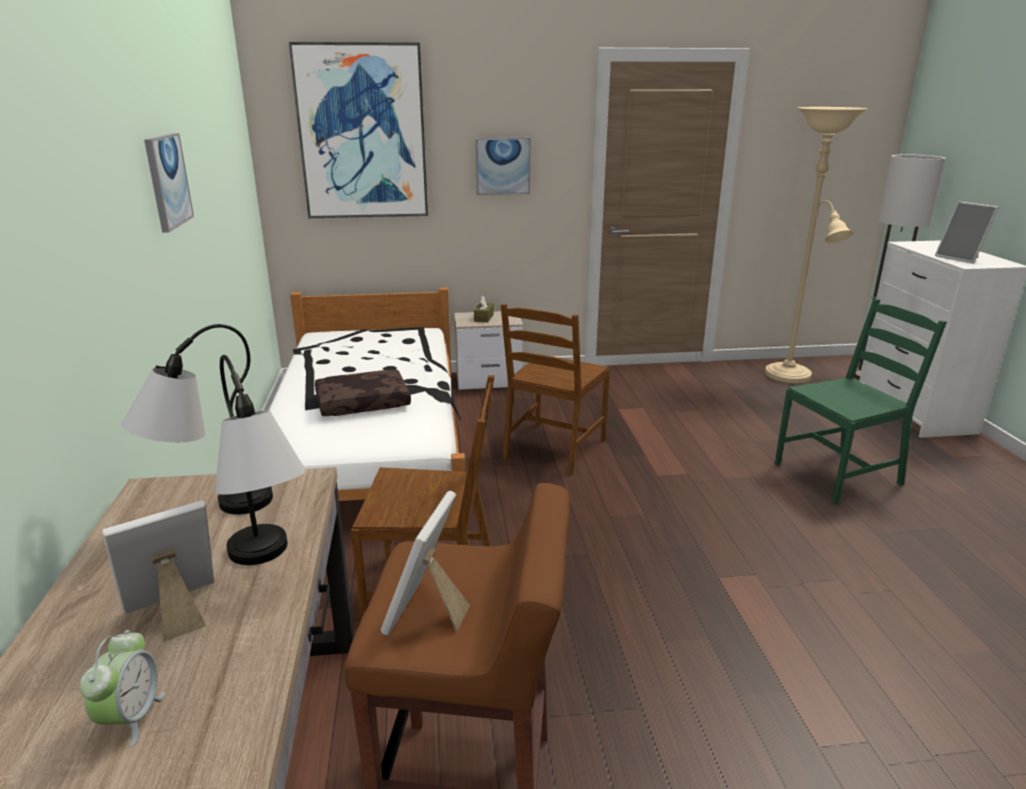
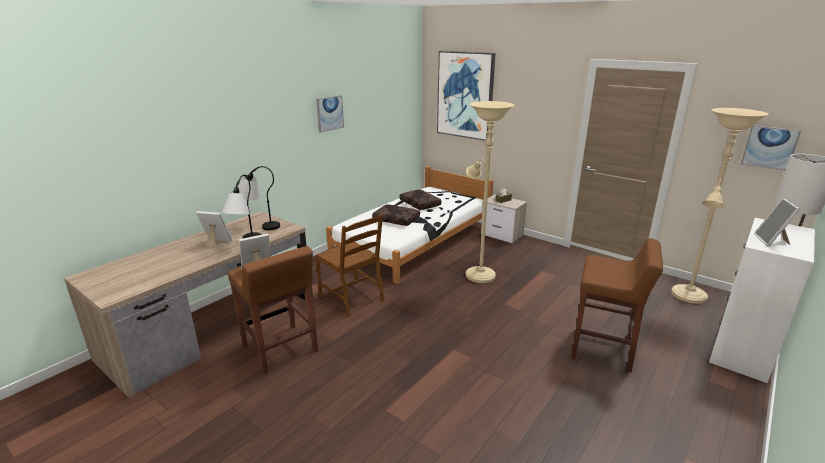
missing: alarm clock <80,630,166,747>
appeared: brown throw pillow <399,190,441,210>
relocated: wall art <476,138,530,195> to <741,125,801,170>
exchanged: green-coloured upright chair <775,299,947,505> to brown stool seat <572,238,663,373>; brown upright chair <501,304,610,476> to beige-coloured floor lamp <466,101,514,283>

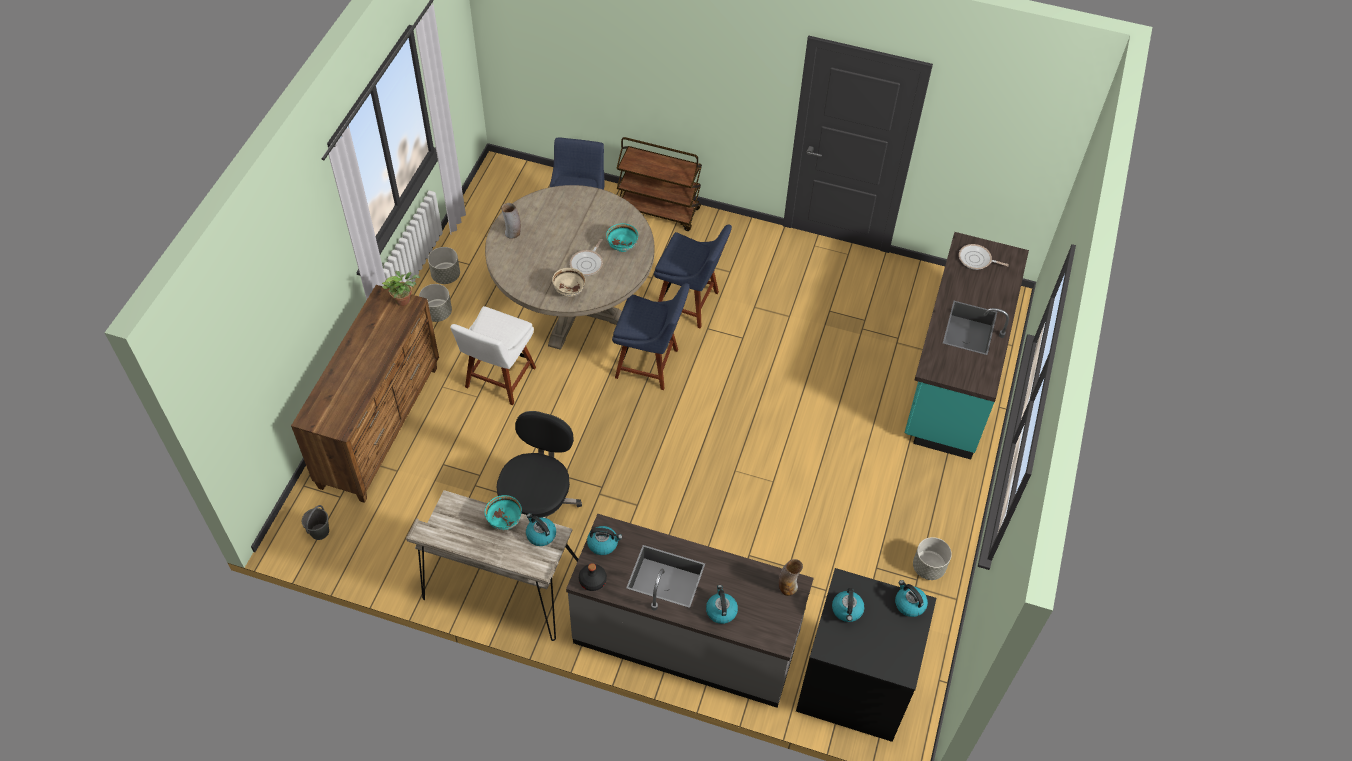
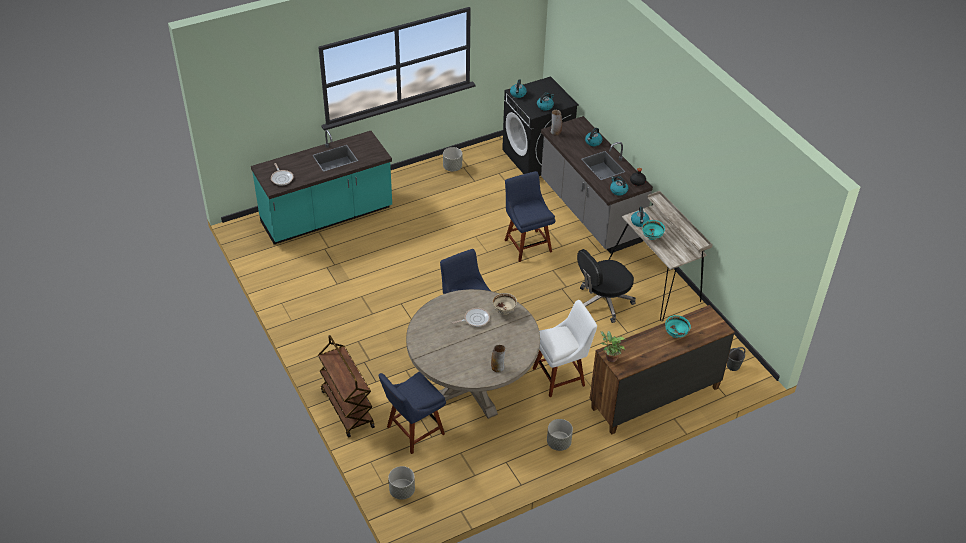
relocated: turquoise deep dish <606,223,638,252> to <665,315,691,338>; blue upright chair <654,224,732,328> to <505,171,555,262>; greyish flower pot <428,247,460,284> to <388,466,415,500>

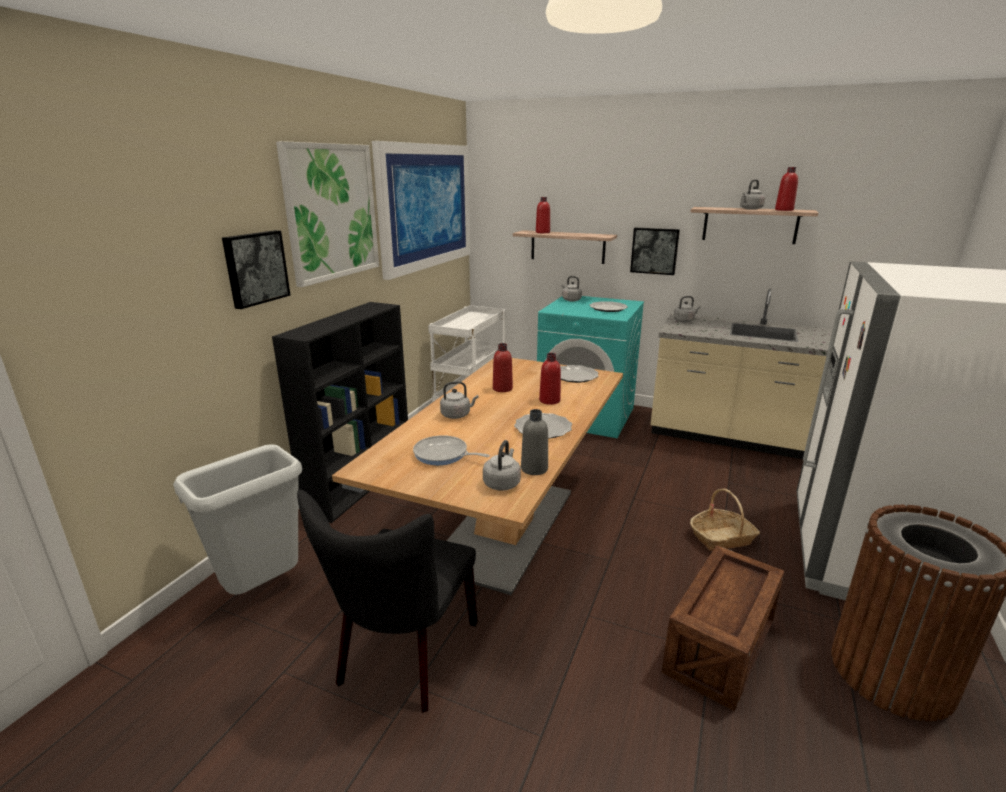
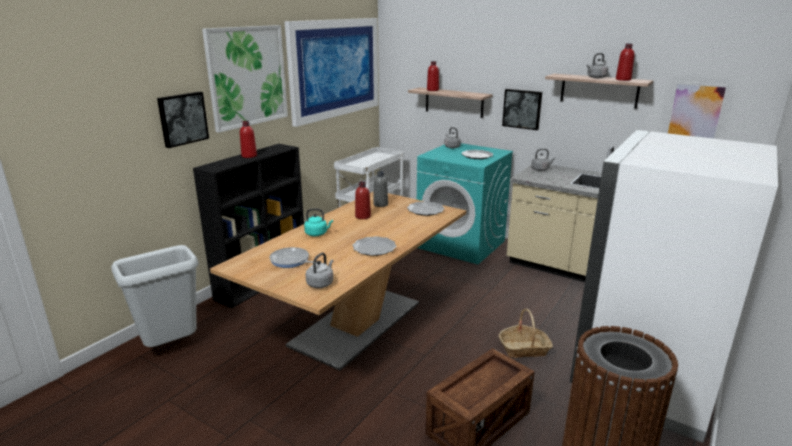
missing: blackish upright chair <297,490,478,713>
appeared: wall art <665,81,730,139>
relocated: reddish beverage bottle <539,353,561,405> to <240,121,257,158>; greyish beverage bottle <521,409,548,475> to <373,171,388,207>
colour: greyish tea kettle <440,381,479,419> to turquoise tea kettle <304,209,333,236>

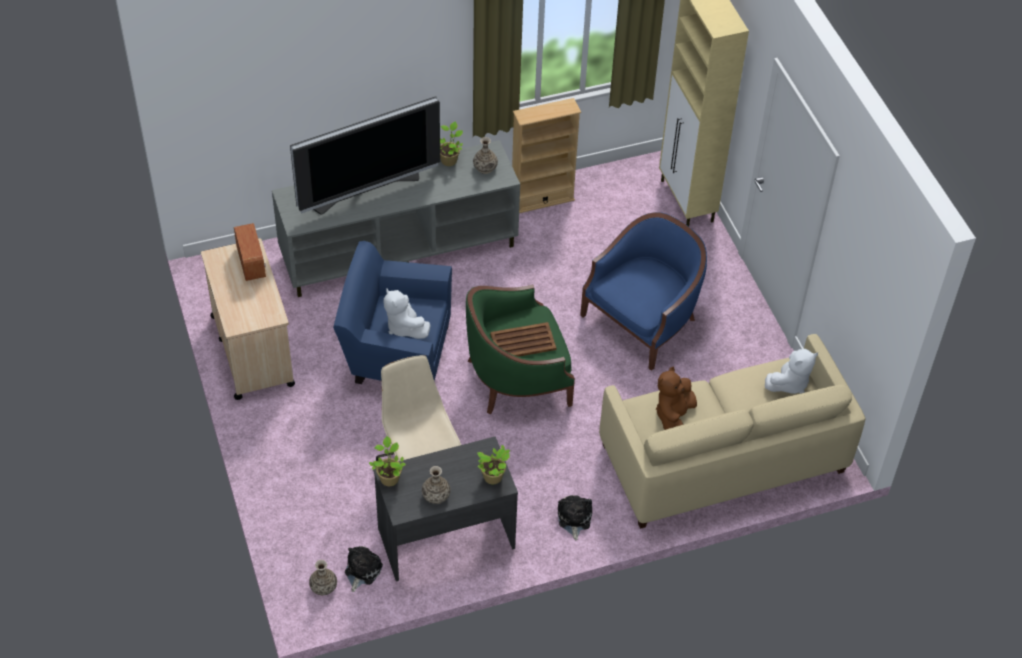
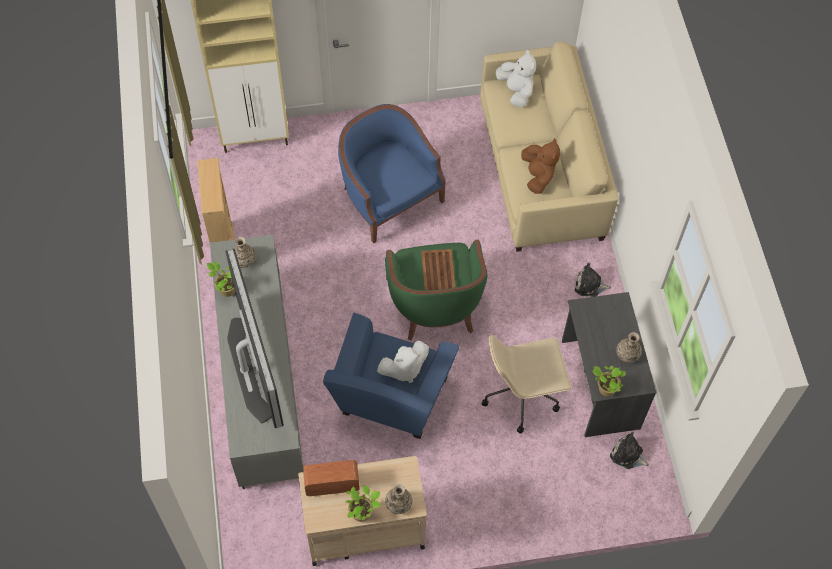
relocated: houseplant <477,445,510,484> to <345,485,381,522>; vase <309,560,337,595> to <385,484,412,514>
spun: brown cuddly toy <656,367,697,430> = <521,138,560,194> 135 degrees counterclockwise

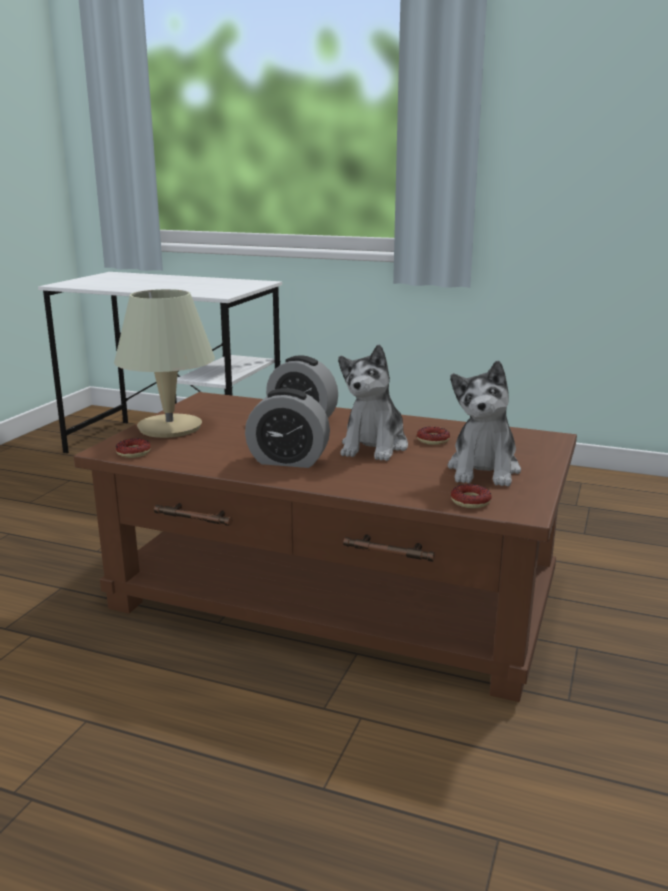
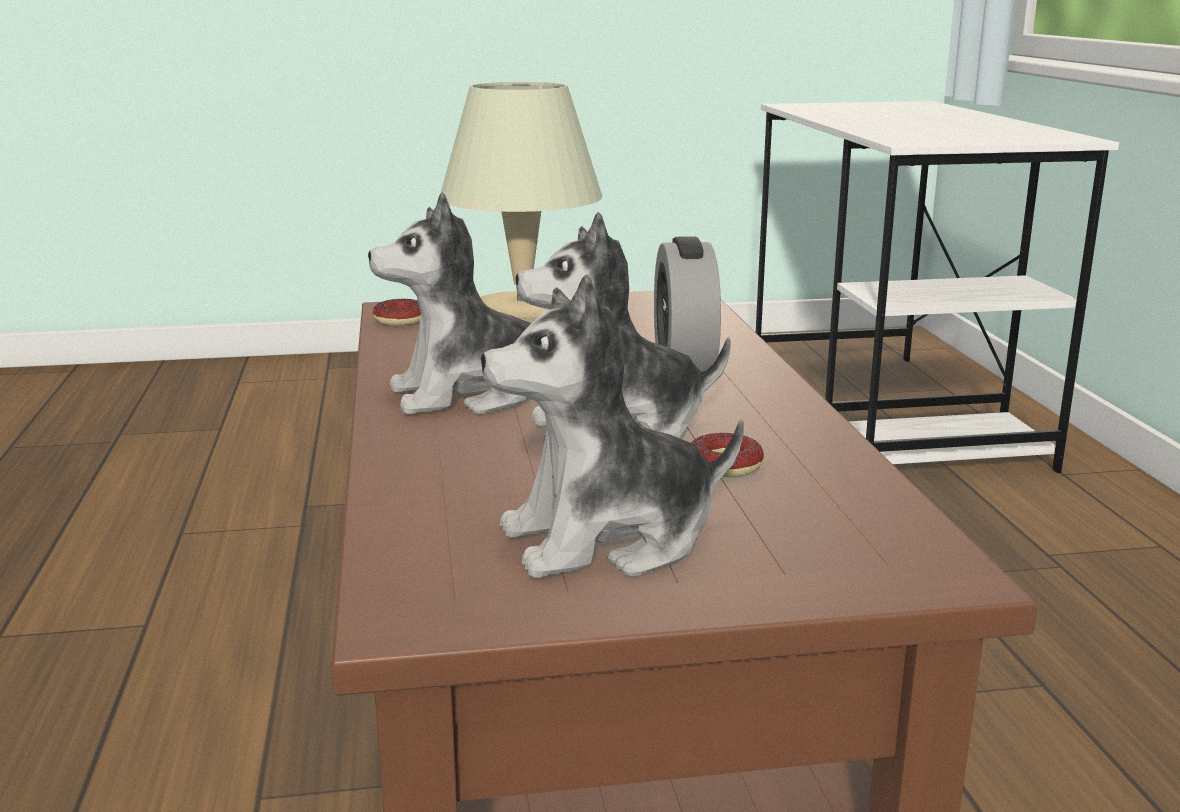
missing: donut <451,484,492,508>
exchanged: alarm clock <245,388,330,468> to cuddly toy <368,192,531,414>

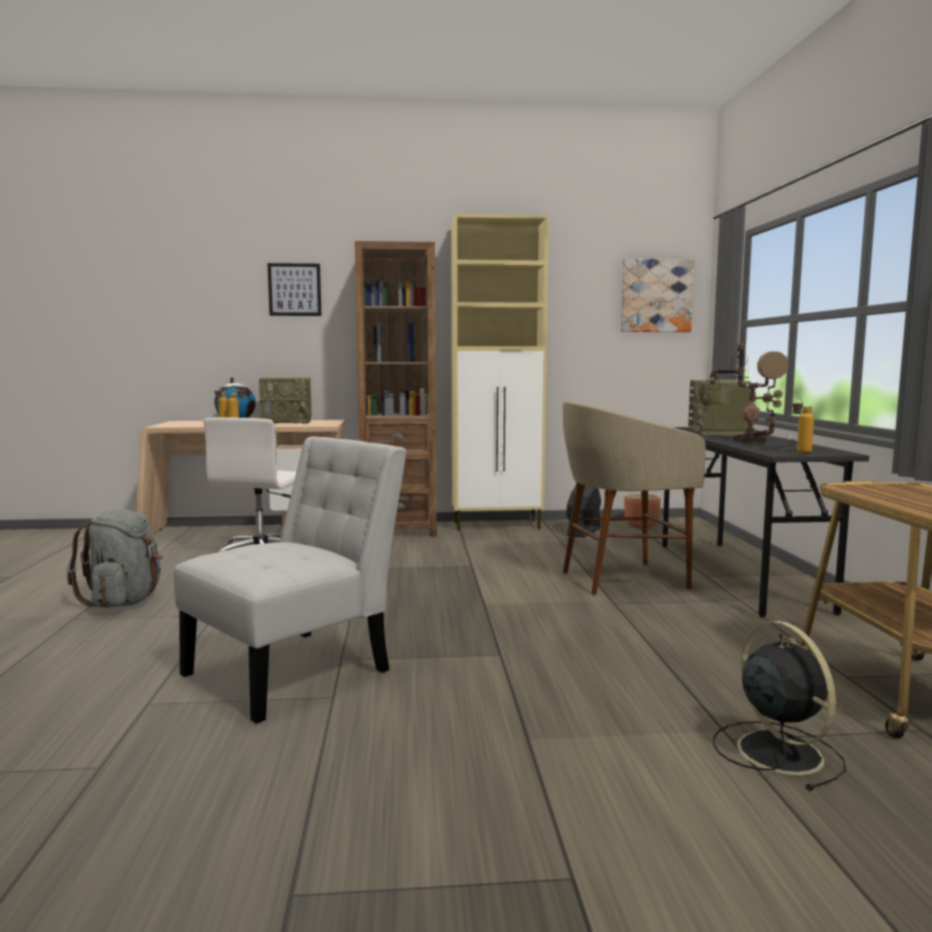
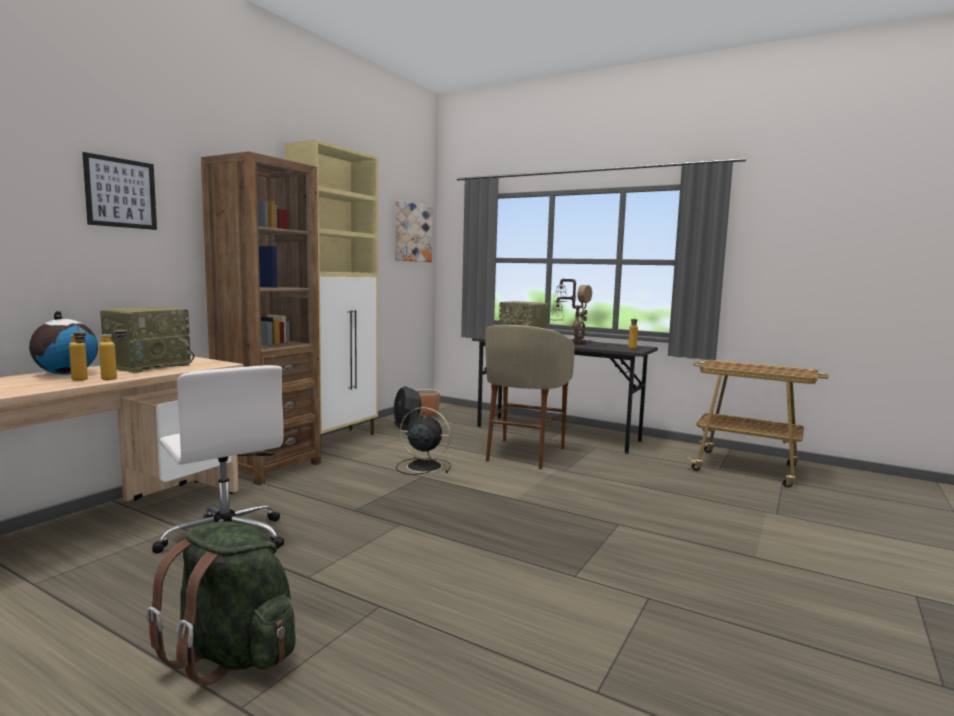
missing: white-coloured upright chair <174,436,407,724>
relocated: blackish fan <713,621,846,791> to <396,407,451,475>
colour: greyish backpack <67,509,163,608> to green-coloured backpack <146,521,296,685>

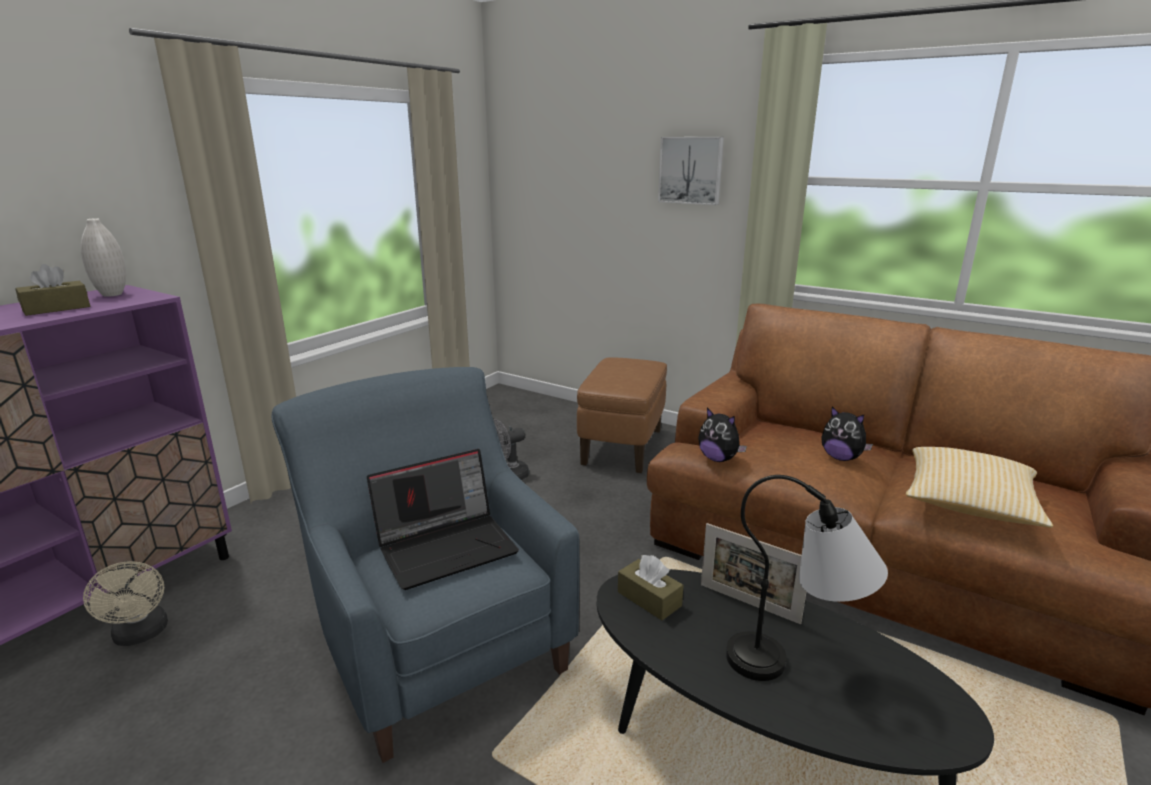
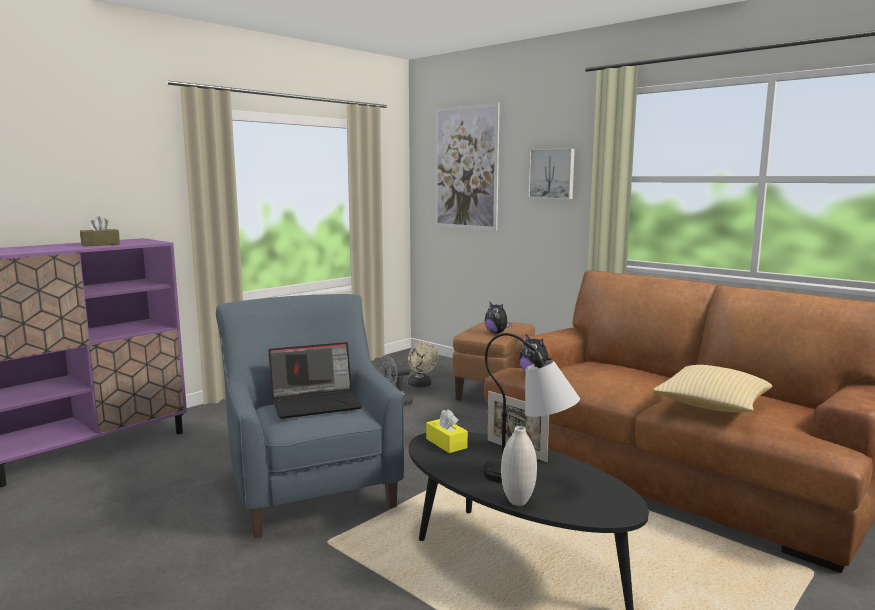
appeared: wall art <435,102,500,231>
relocated: white-coloured vase <81,218,126,297> to <501,426,537,506>; cuddly toy <821,407,873,461> to <485,301,512,334>; beige-coloured fan <83,561,168,646> to <408,342,439,387>
colour: brown box of tissues <618,555,684,620> to yellowish box of tissues <426,409,468,453>

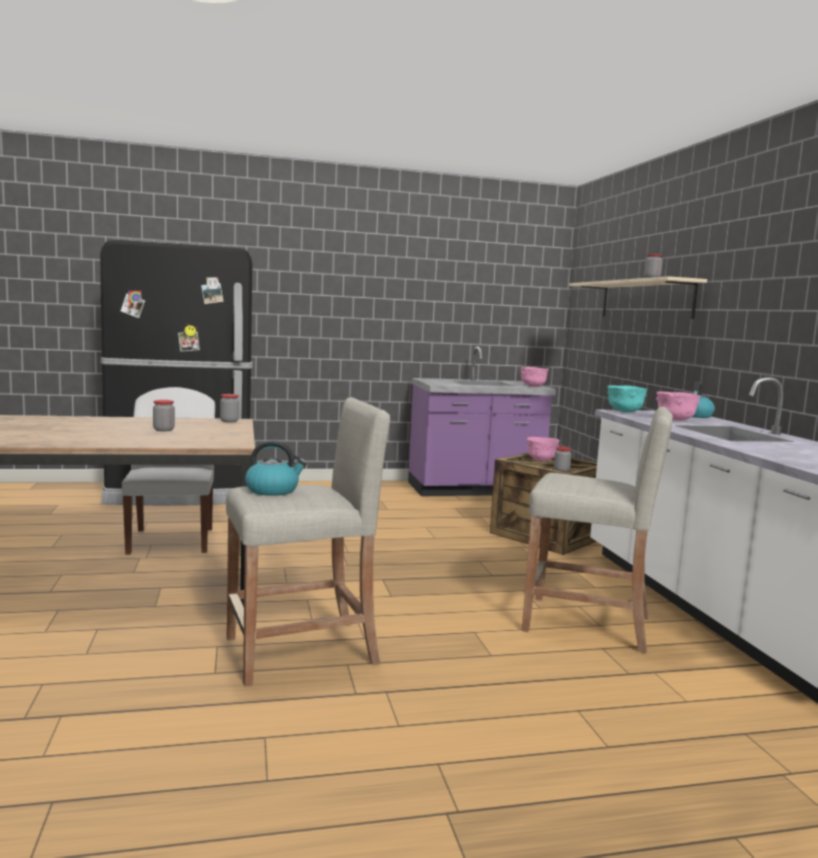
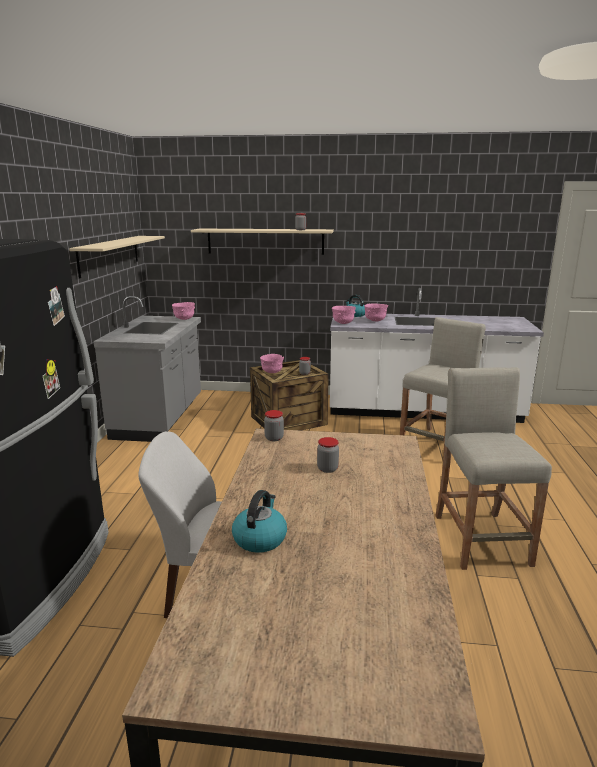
appeared: beige-coloured shelf <69,236,165,279>
relocated: tea kettle <245,441,307,496> to <232,490,287,553>
colour: purplish kitchen counter <408,347,556,496> to greyish kitchen counter <94,296,201,442>; turquoise deep dish <607,385,648,413> to pink-coloured deep dish <332,306,356,324>

